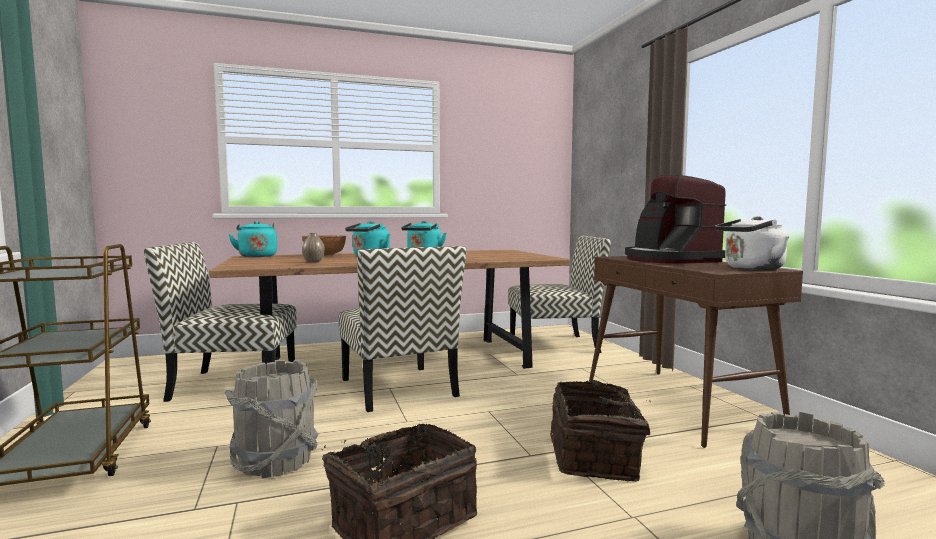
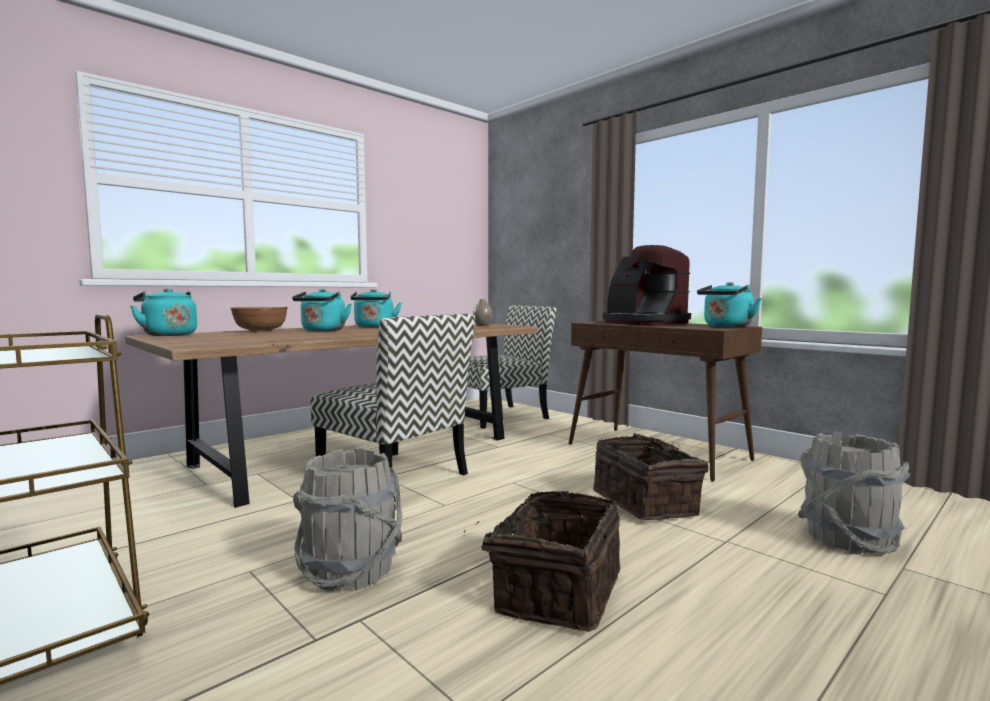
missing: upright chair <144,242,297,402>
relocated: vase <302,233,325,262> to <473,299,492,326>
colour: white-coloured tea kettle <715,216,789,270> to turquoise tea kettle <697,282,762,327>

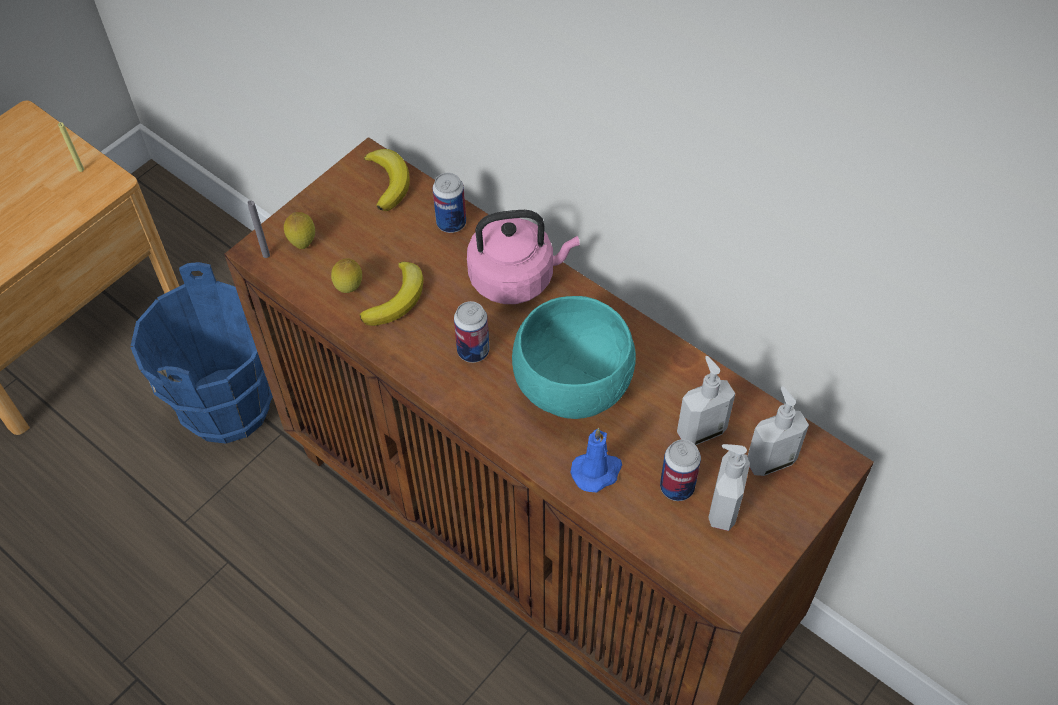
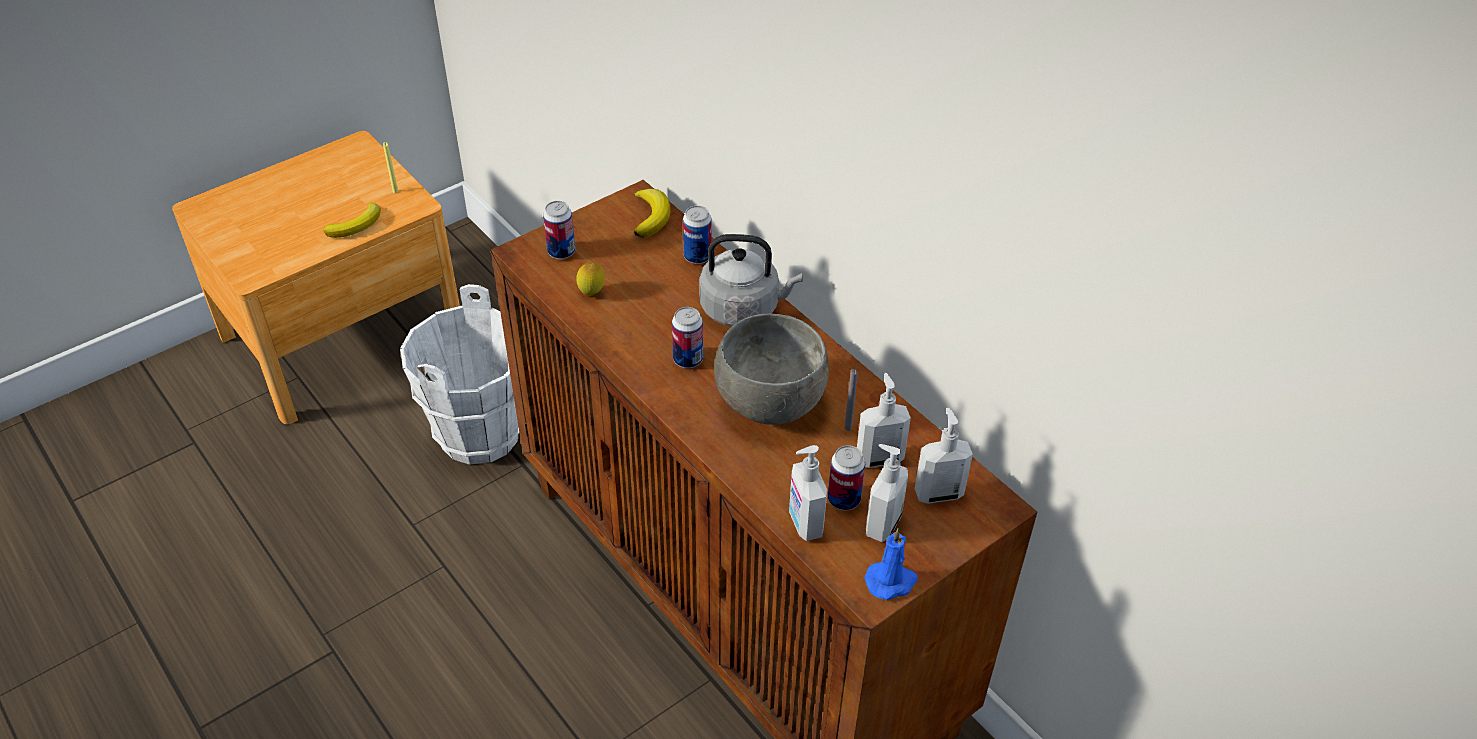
appeared: soap bottle <789,445,827,541>
relocated: greyish wax light <247,200,270,258> to <844,369,858,431>; banana fruit <359,261,423,326> to <324,203,381,238>; blue wax light <571,428,622,492> to <864,528,918,600>
exchanged: lemon <284,212,315,249> to metal can <543,201,575,259>
colour: pink-coloured tea kettle <467,210,580,304> to greyish tea kettle <699,234,803,326>; blue bucket <130,262,273,444> to white-coloured bucket <400,284,519,465>; turquoise deep dish <512,296,636,419> to greyish deep dish <714,314,829,425>

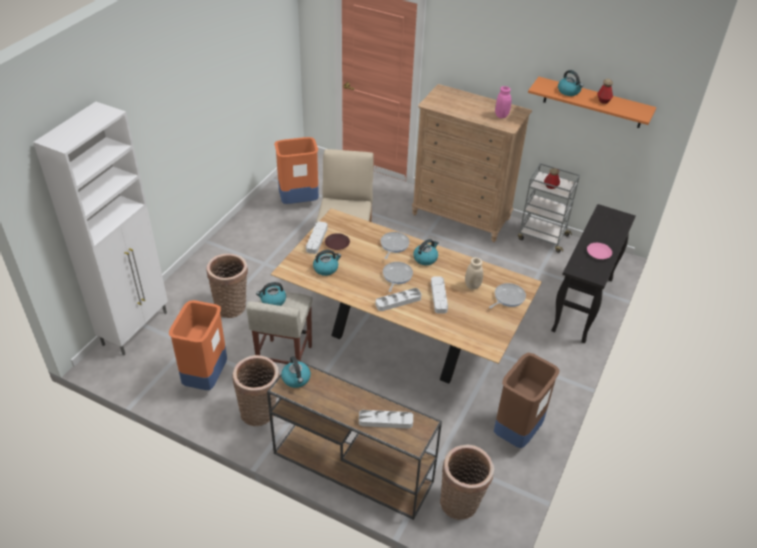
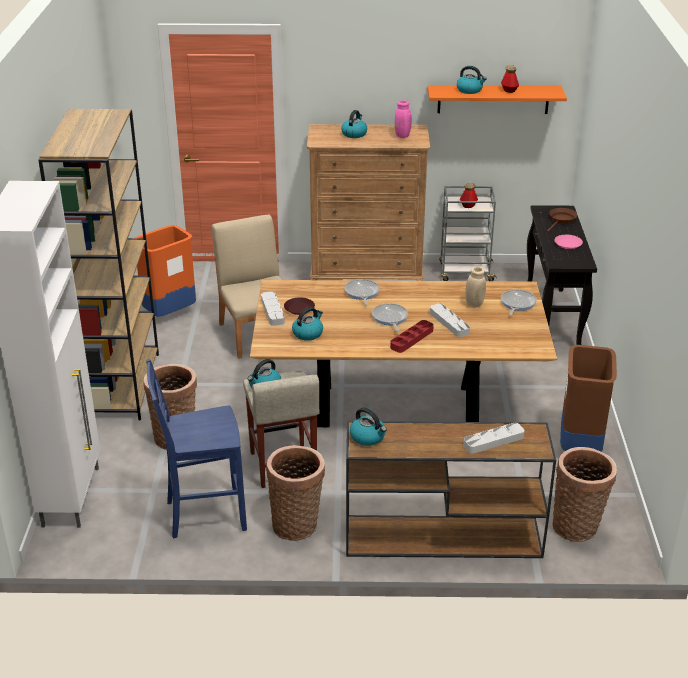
appeared: brown bookcase <38,109,159,420>; brown pan <547,208,578,232>
relocated: tea kettle <413,239,439,265> to <341,110,367,138>
exchanged: orange-coloured rubbish bin <169,300,227,390> to blue upright chair <146,359,247,538>
colour: greyish carrying tray <376,288,421,311> to reddish carrying tray <390,320,434,353>

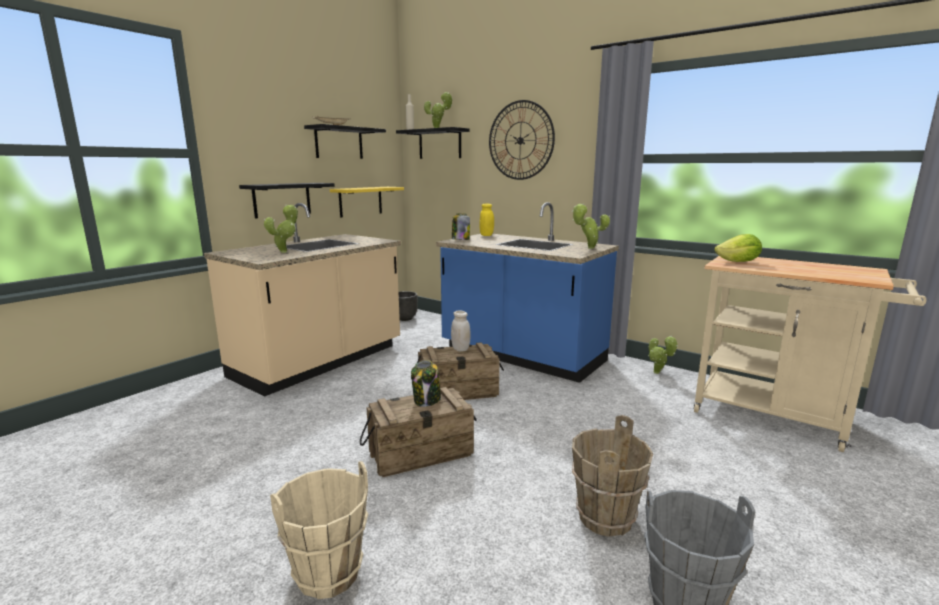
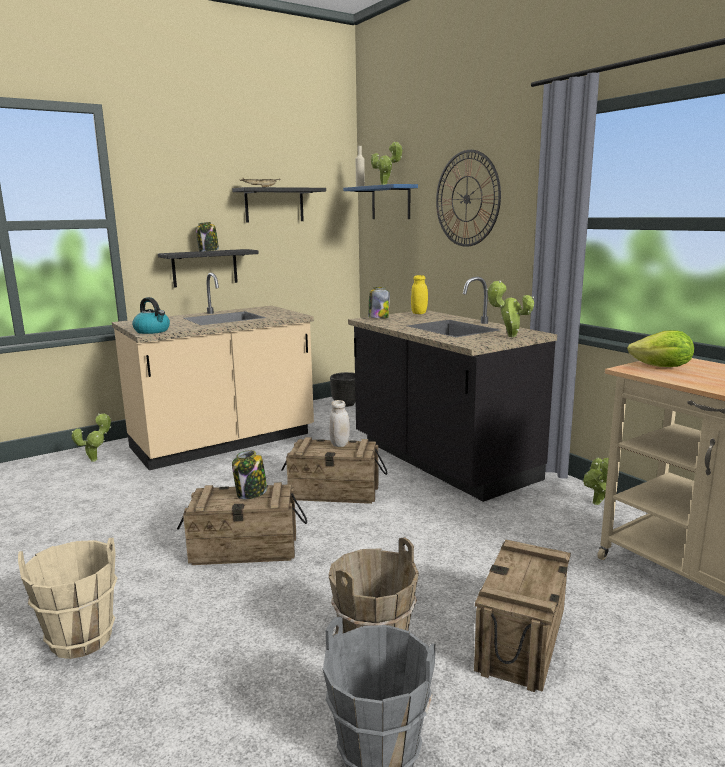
missing: yellowish shelf <330,187,404,218>
appeared: storage jar <195,222,219,252>; tea kettle <132,297,170,334>; packing crate <474,540,571,692>
relocated: houseplant <264,205,298,253> to <71,414,111,462>
colour: blackish shelf <396,127,469,159> to blue shelf <343,184,418,219>; blue kitchen counter <436,202,619,383> to blackish kitchen counter <348,277,557,502>

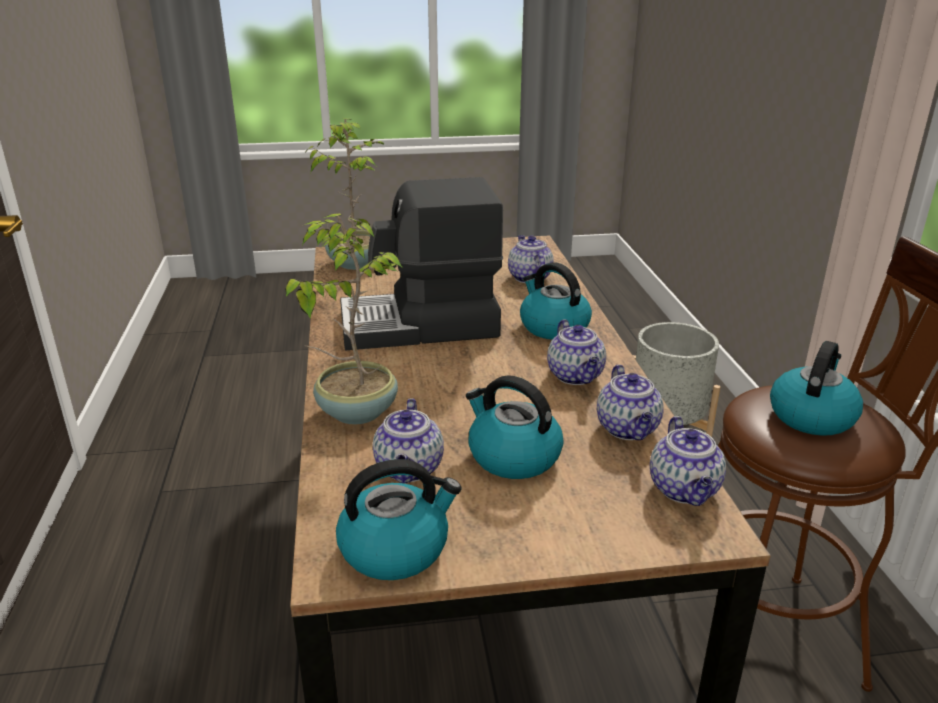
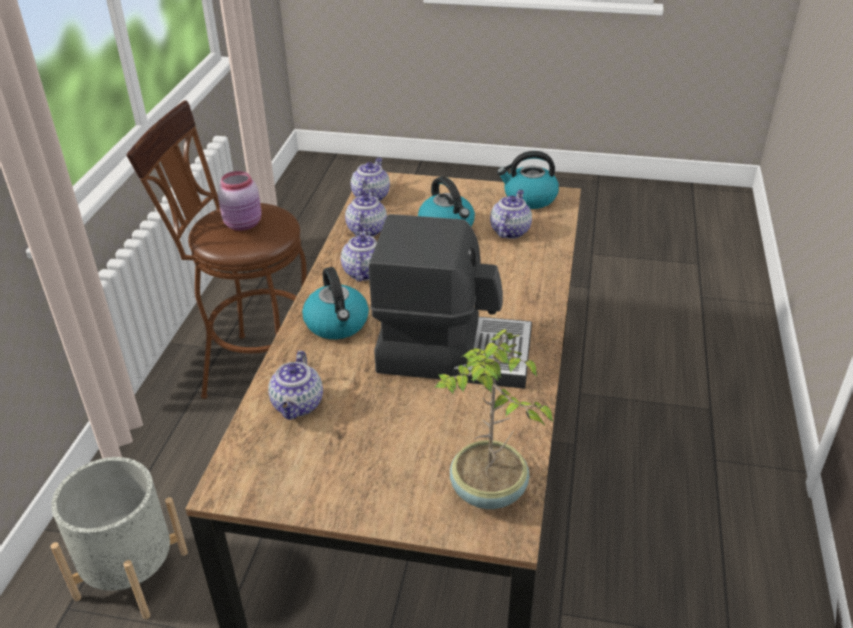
missing: houseplant <285,213,403,425>
exchanged: tea kettle <770,341,863,436> to pink-coloured storage jar <217,171,262,231>

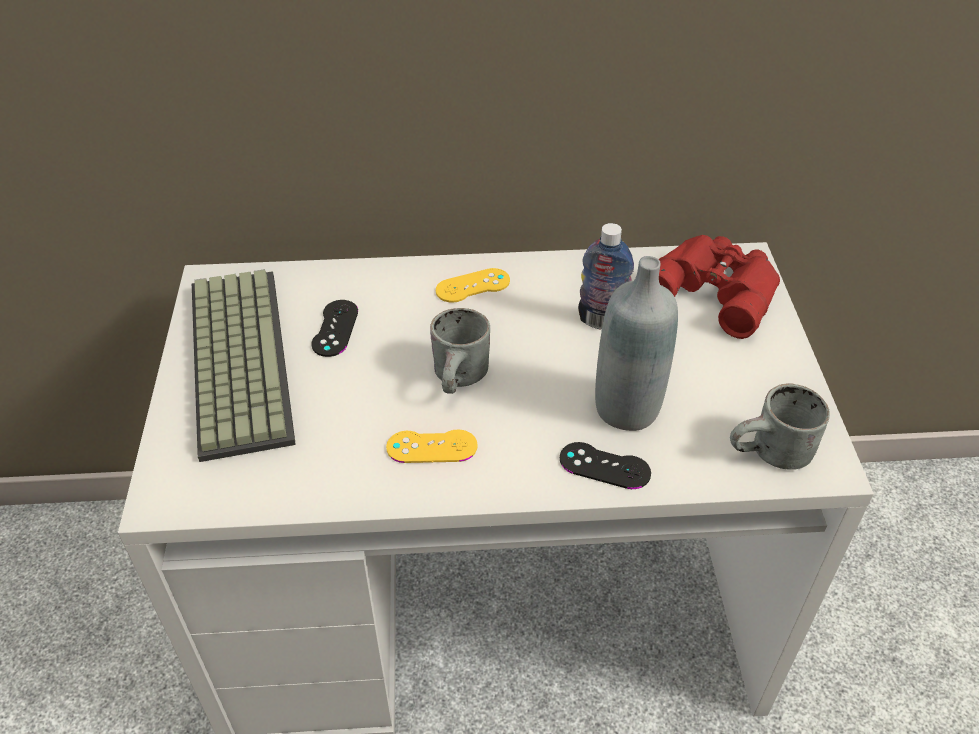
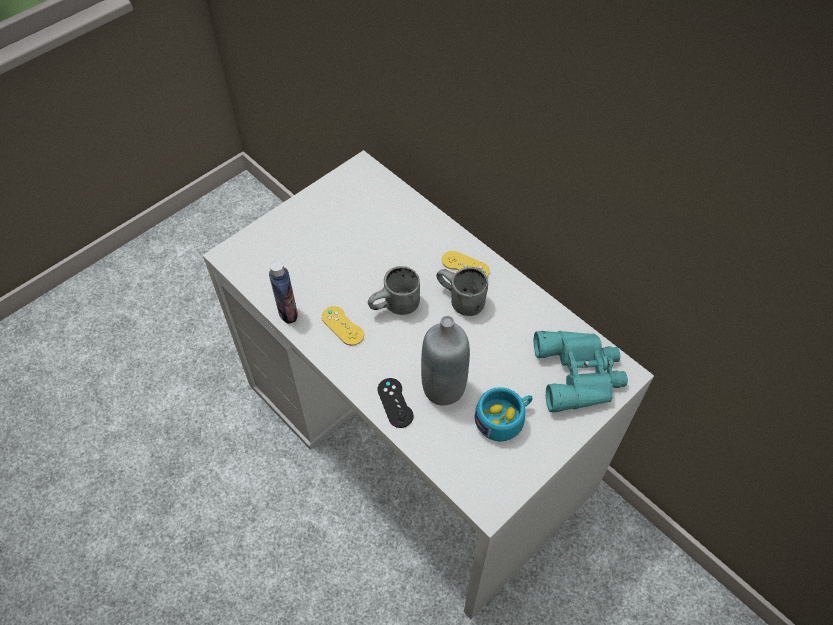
missing: computer keyboard <192,269,296,462>; blackish game controller <311,300,358,357>
appeared: turquoise small cup <474,387,533,441>
relocated: beverage bottle <578,223,634,330> to <269,261,298,324>; greyish mug <730,383,830,470> to <436,267,488,316>
colour: reddish field glasses <659,235,780,339> to turquoise field glasses <534,331,628,412>

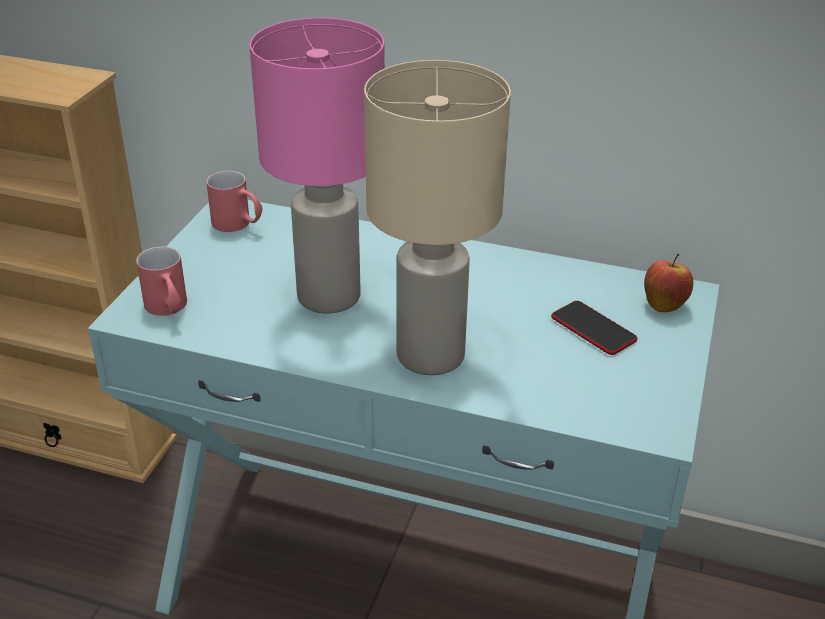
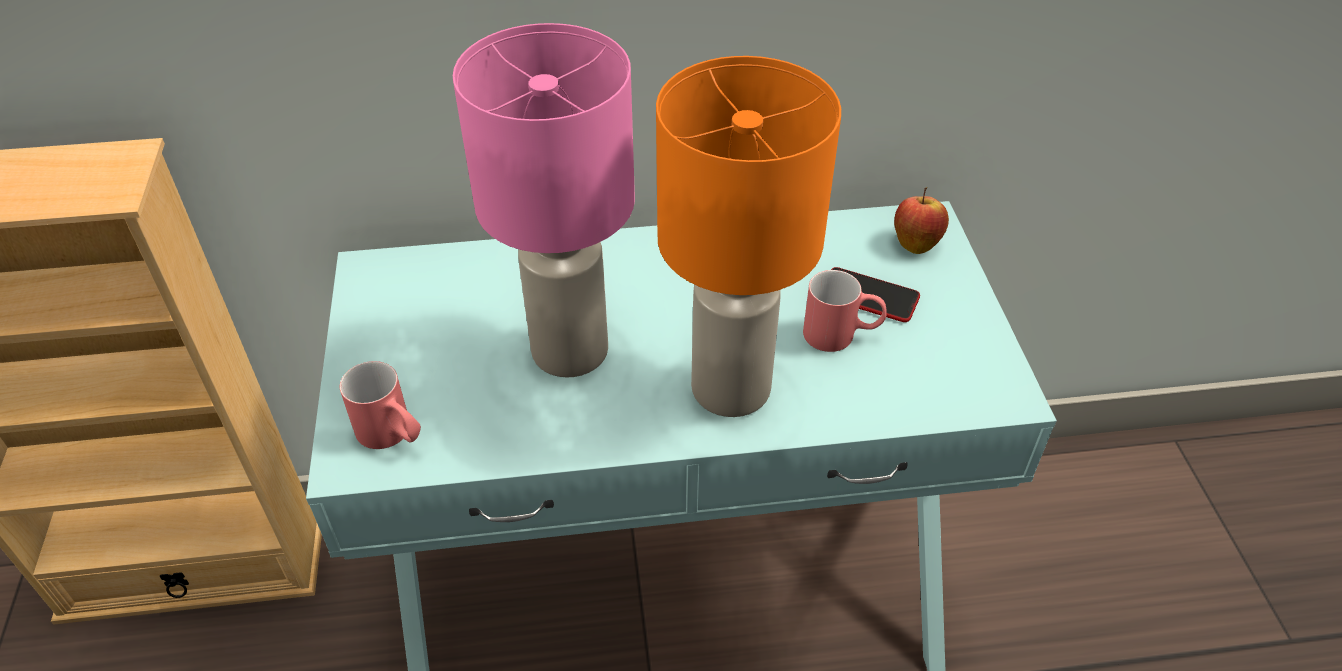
relocated: reddish mug <206,171,262,232> to <803,270,887,352>
colour: beige-coloured table lamp <364,60,511,375> to orange-coloured table lamp <656,56,841,417>

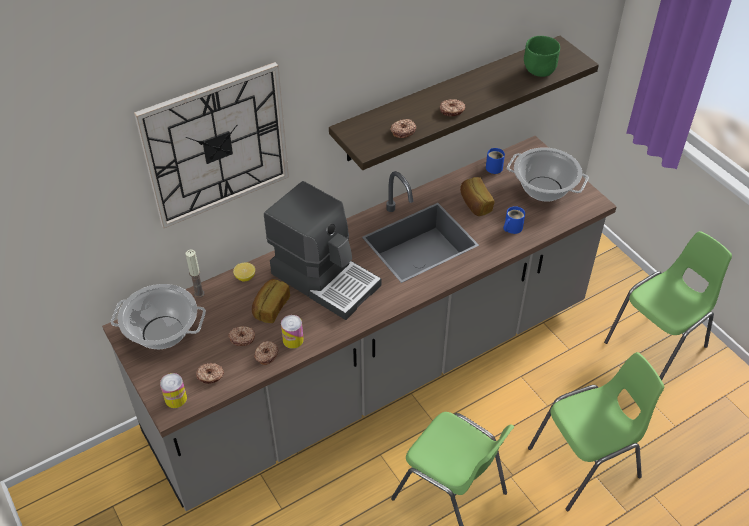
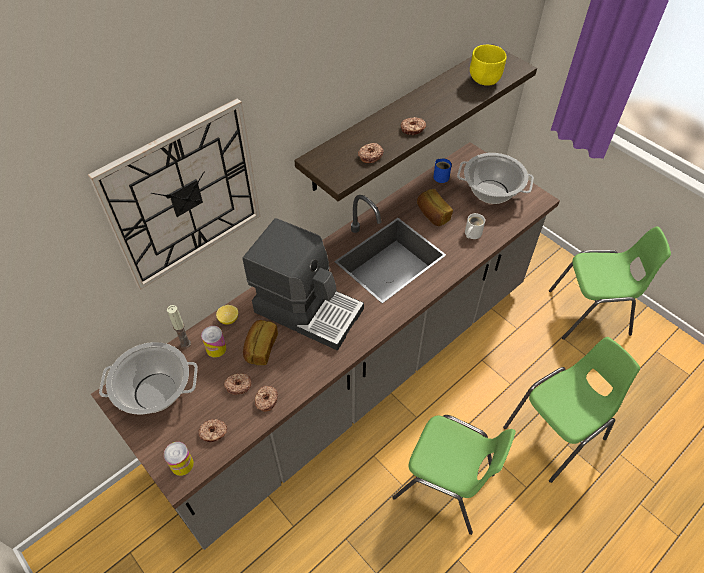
relocated: metal can <281,315,304,349> to <201,326,227,358>
colour: green-coloured deep dish <524,36,560,77> to yellowish deep dish <470,45,507,86>; blue mug <504,206,525,234> to white-coloured mug <465,213,485,239>
spun: green-coloured upright chair <604,231,732,380> = <549,226,671,340> 45 degrees clockwise

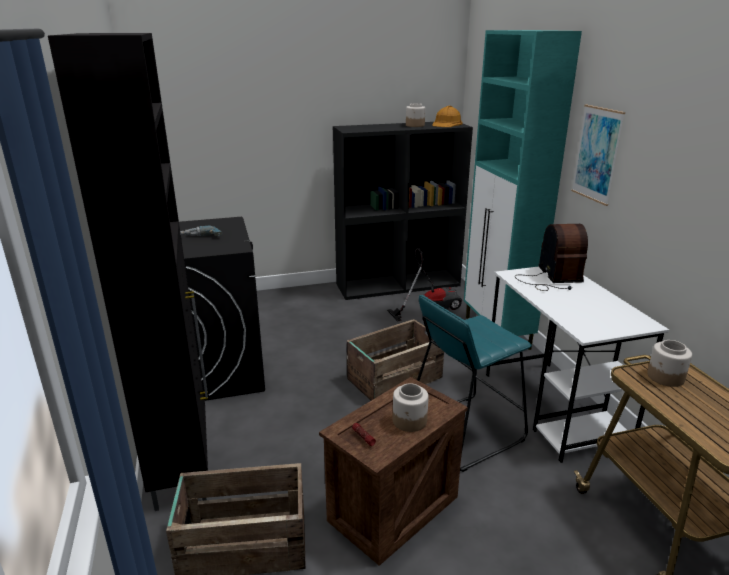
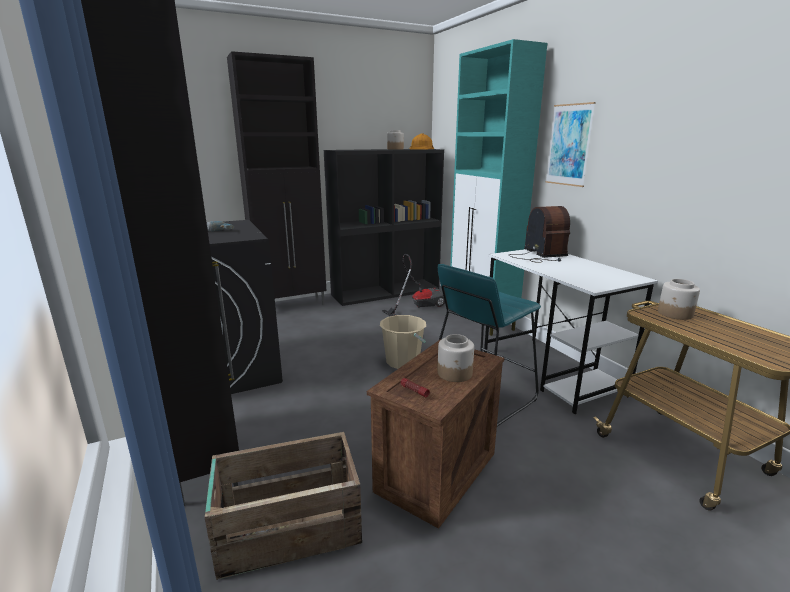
appeared: blackish storage cabinet <227,51,326,305>
exchanged: packing crate <347,319,444,400> to beige-coloured bucket <380,315,426,369>

